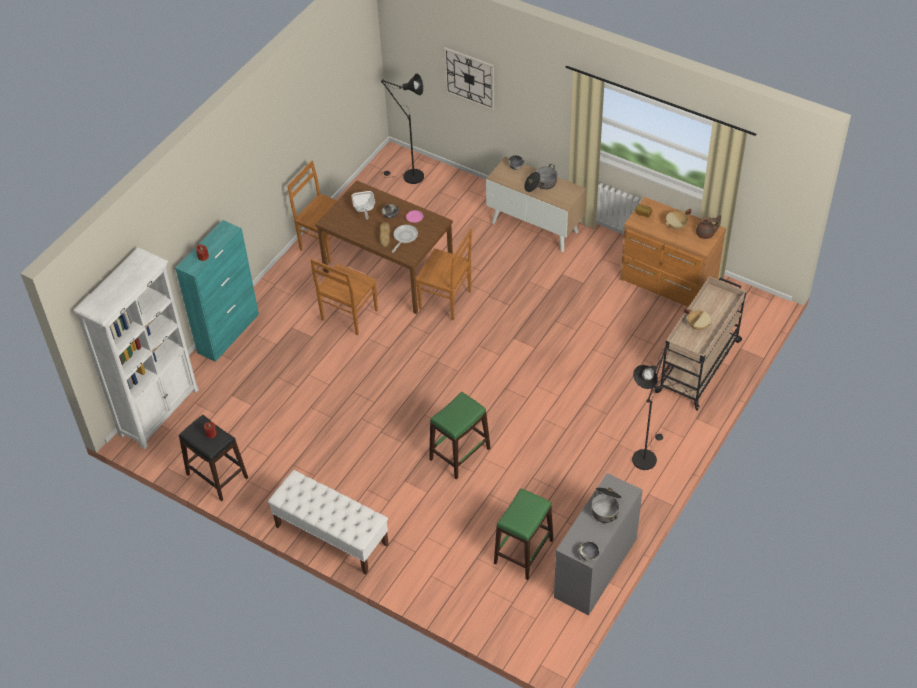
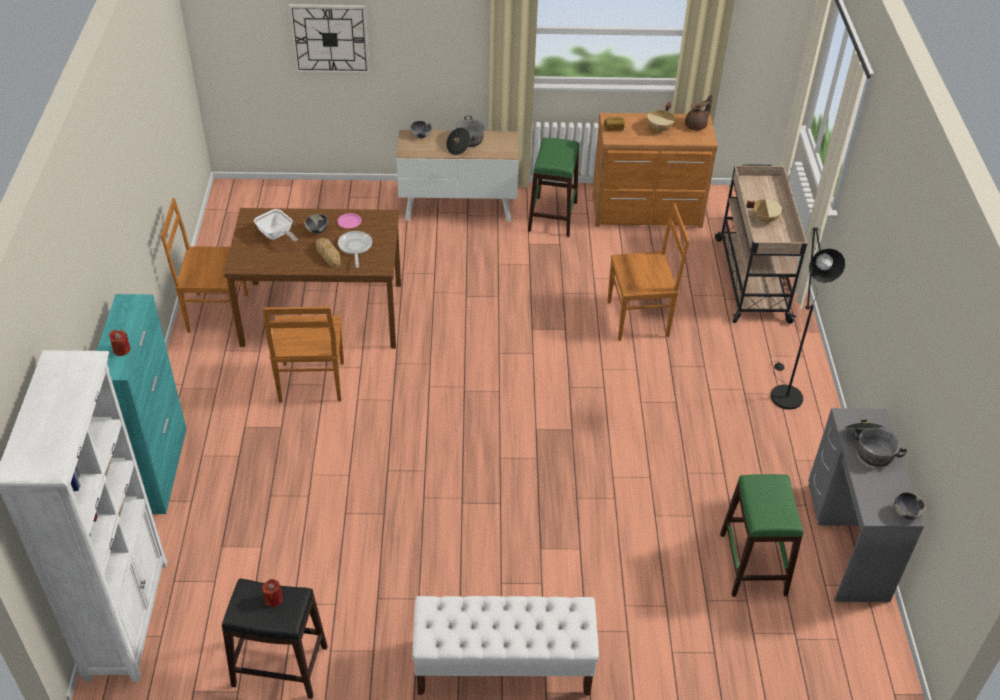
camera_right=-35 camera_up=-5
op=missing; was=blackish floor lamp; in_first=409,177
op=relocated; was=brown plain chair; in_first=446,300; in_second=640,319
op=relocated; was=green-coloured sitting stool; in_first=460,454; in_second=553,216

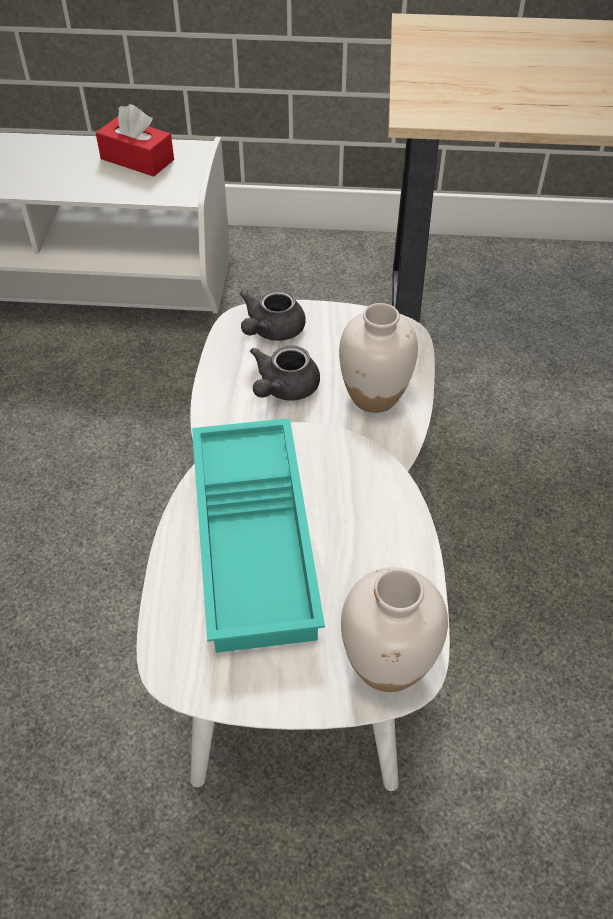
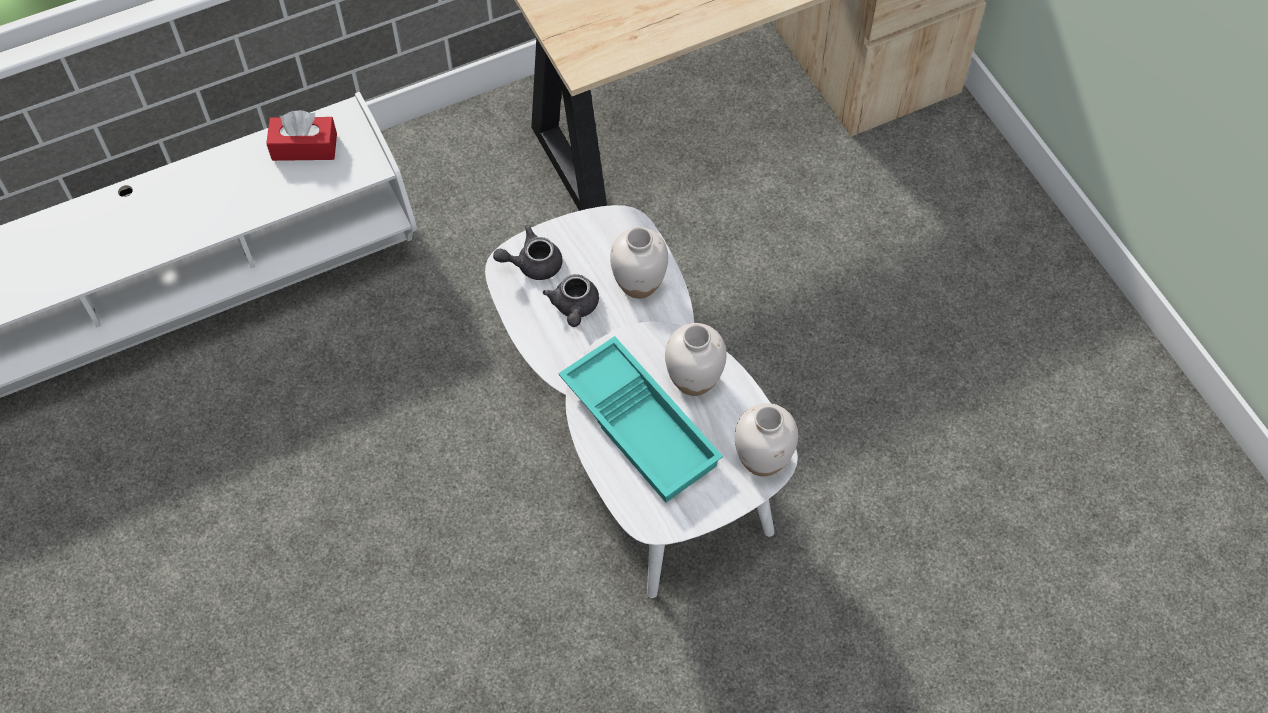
camera_right=-30 camera_up=10
op=spun; was=grey teapot; in_first=271,331; in_second=532,264; clockwise=75
op=appeared; now=whitish flower vase; in_second=693,380

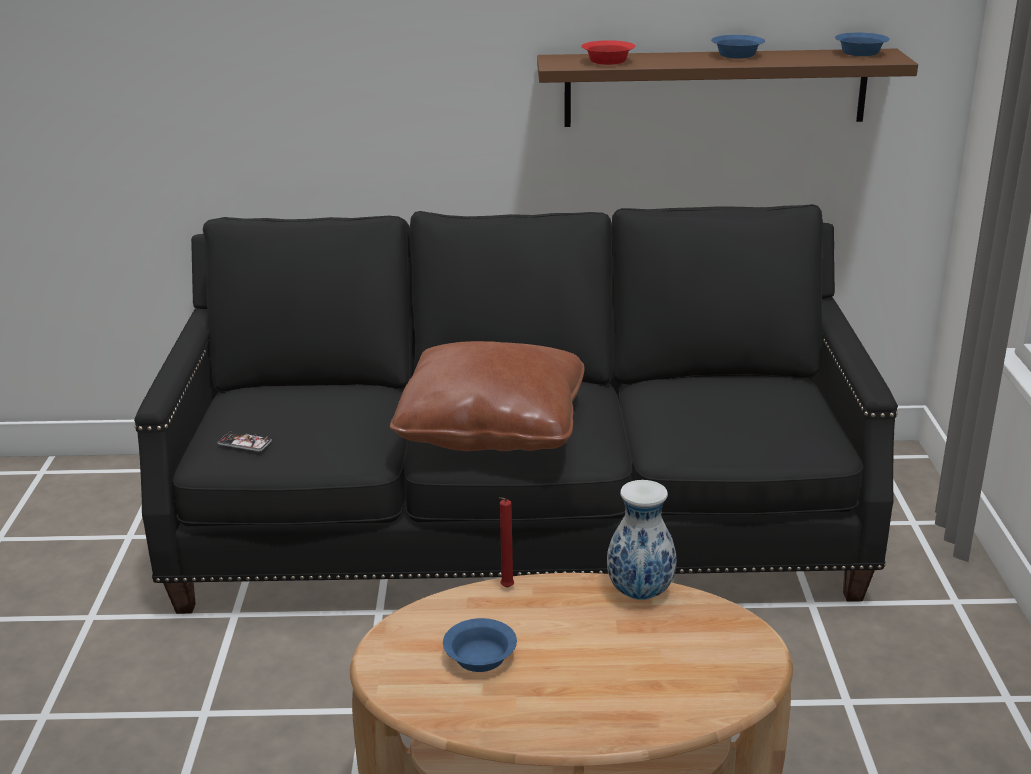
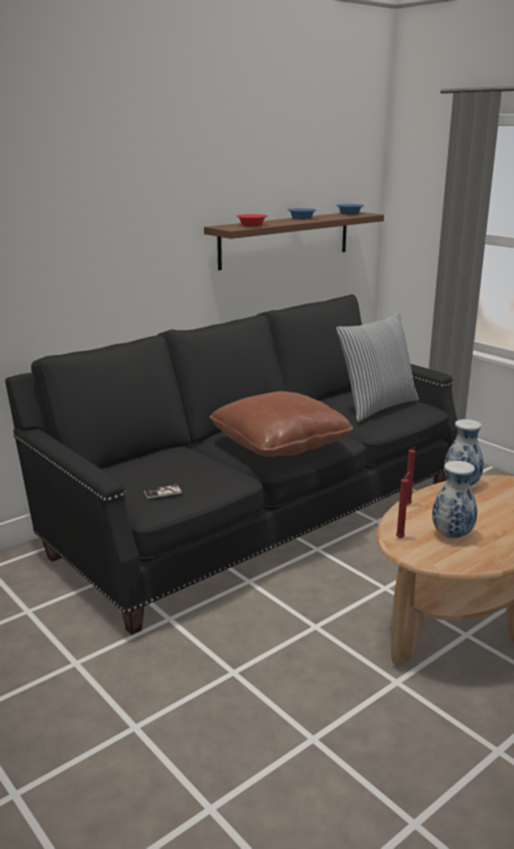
camera_right=-40 camera_up=-5
op=exchanged; was=bluish deep dish; now=flower vase; in_first=481,657; in_second=451,534
op=appeared; now=cushion; in_second=376,406
op=appeared; now=red-coloured wax candle; in_second=401,538

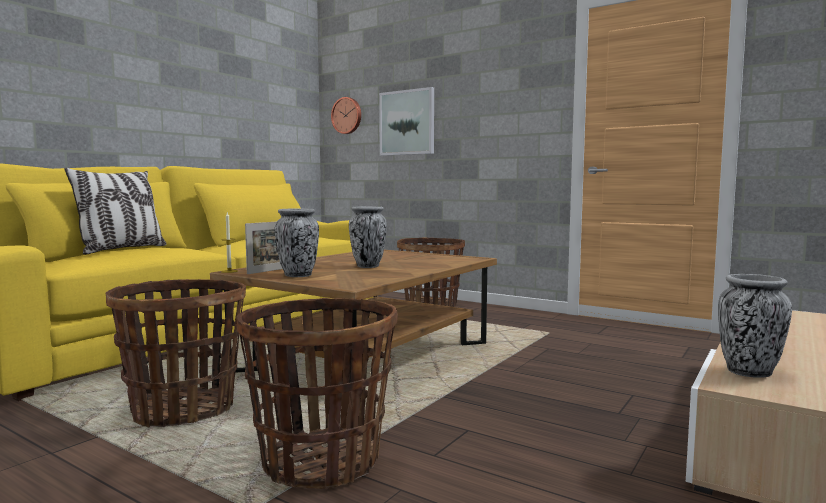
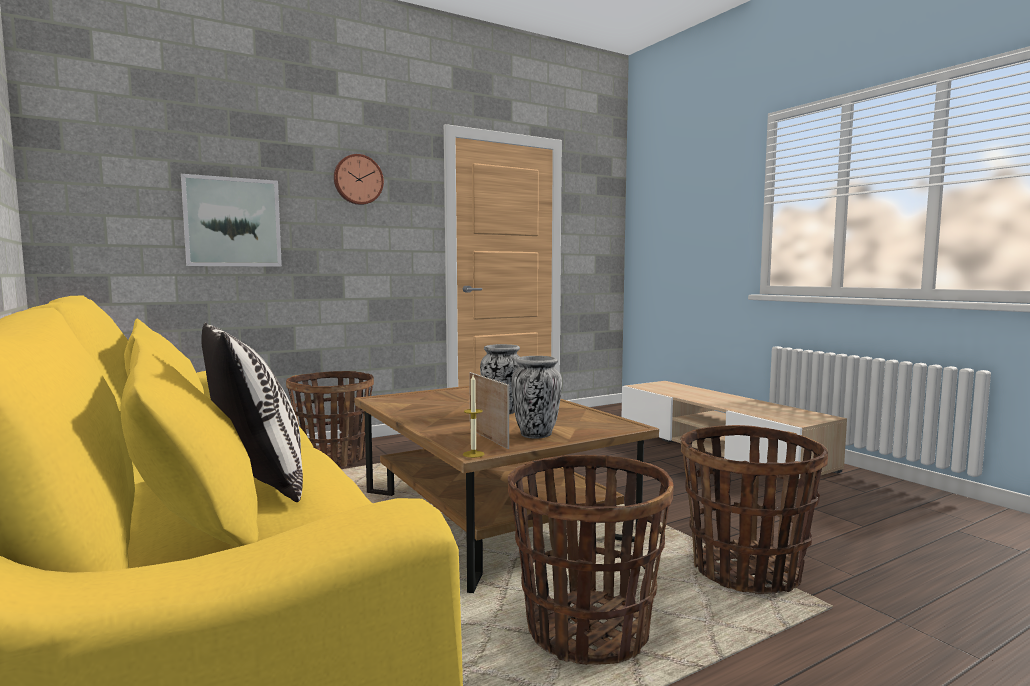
camera_right=-65 camera_up=0
op=relocated; was=clock on the wall; in_first=347,115; in_second=358,180
op=missing; was=flower vase; in_first=749,372

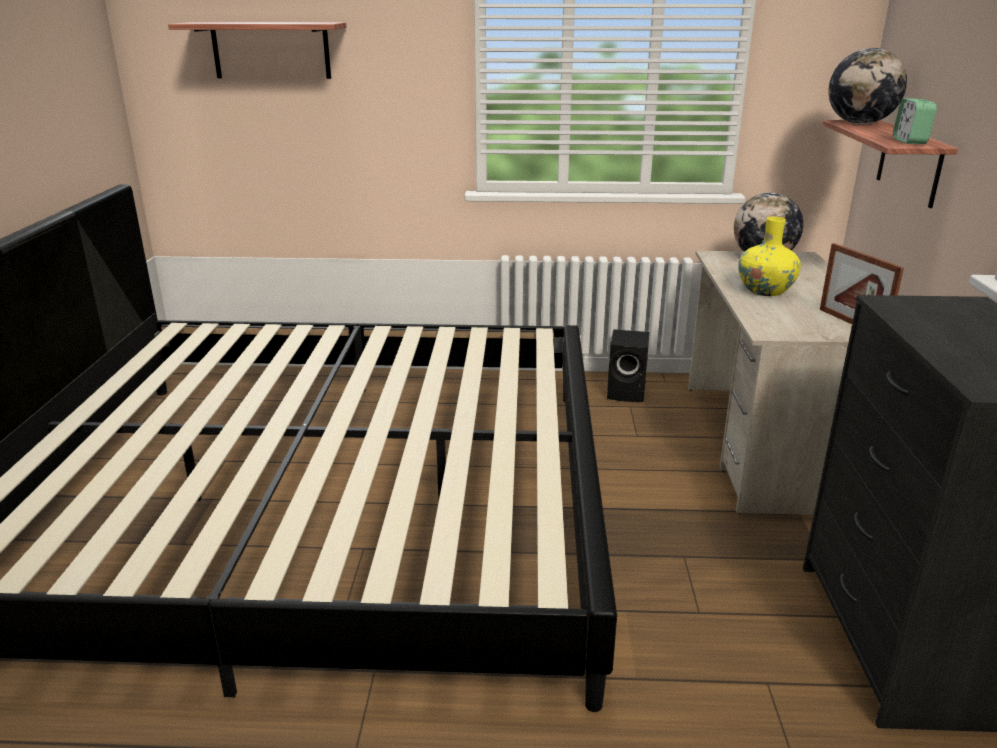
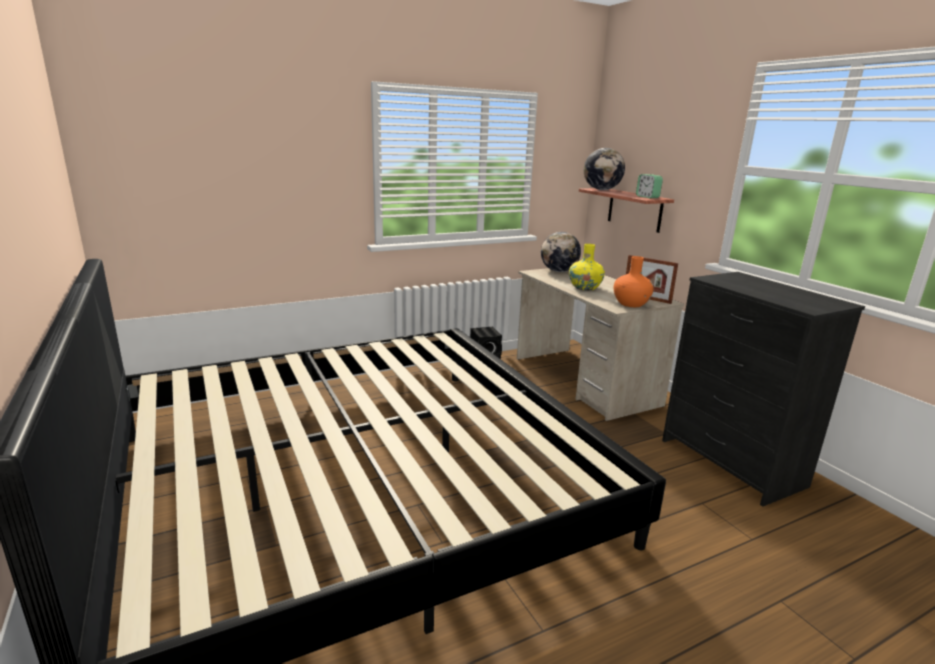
camera_right=-30 camera_up=-5
op=missing; was=bracket shelf; in_first=271,50
op=appeared; now=orange flower vase; in_second=630,304

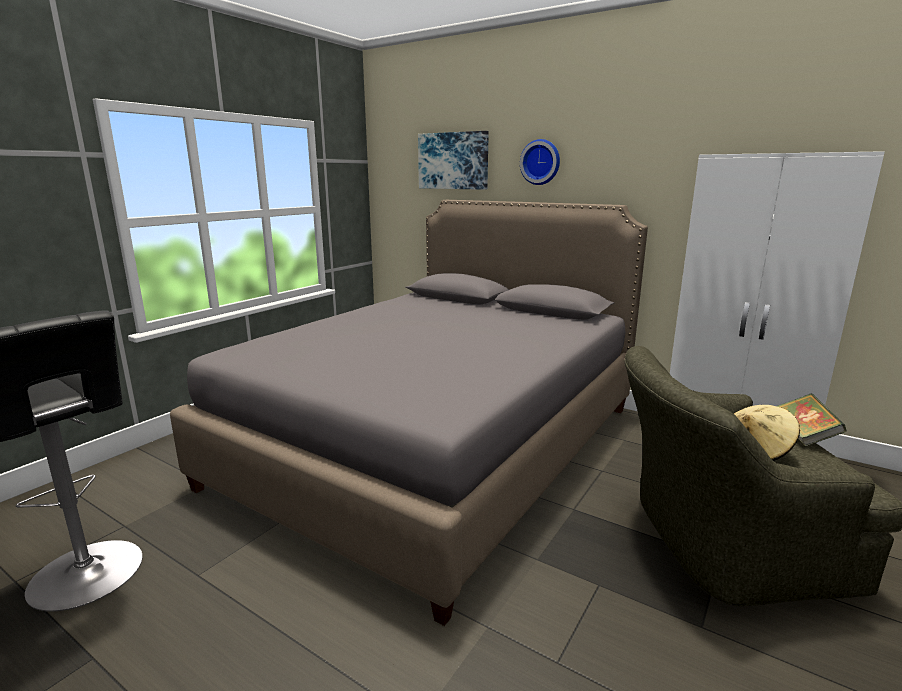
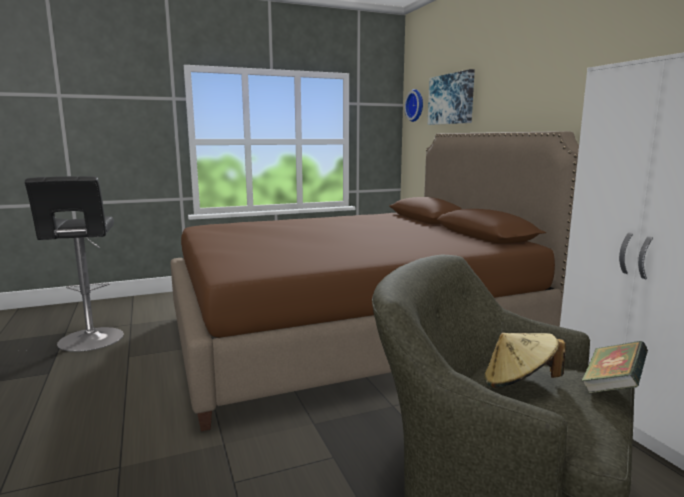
camera_right=35 camera_up=-5
op=relocated; was=clock on the wall; in_first=541,162; in_second=416,105
op=colour; was=grey sleeping bed; now=brown sleeping bed; in_first=437,444; in_second=352,334

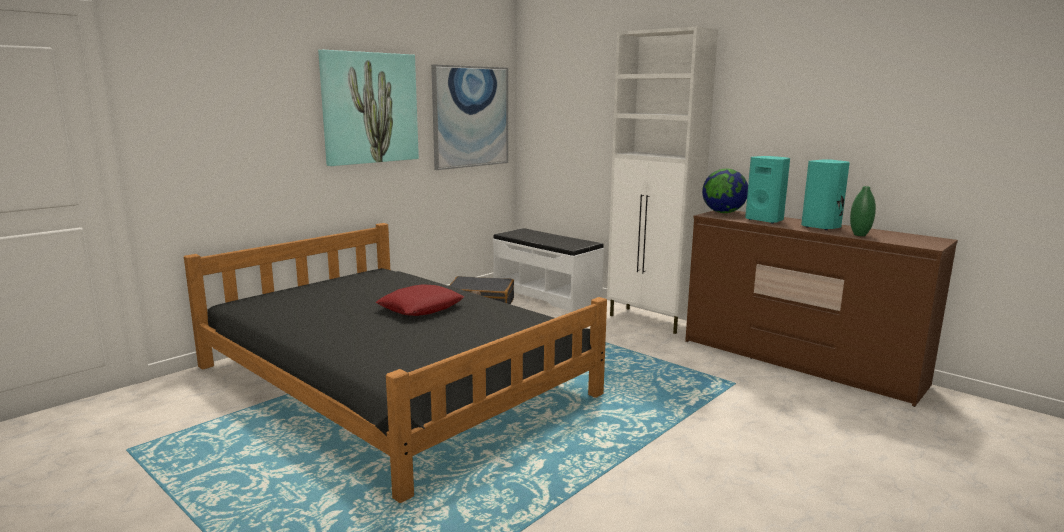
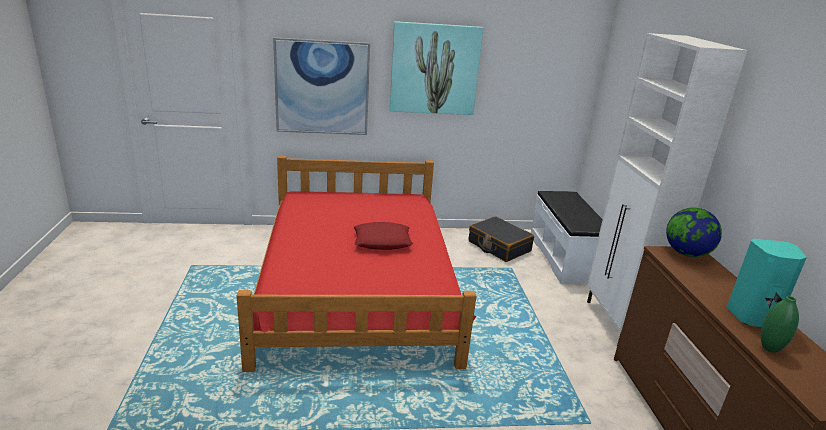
camera_right=40 camera_up=10
op=relocated; was=picture; in_first=471,117; in_second=322,87
op=missing; was=turquoise-coloured loudspeaker; in_first=765,220
op=colour; was=blackish sleeping bed; now=red-coloured sleeping bed; in_first=394,380; in_second=356,284

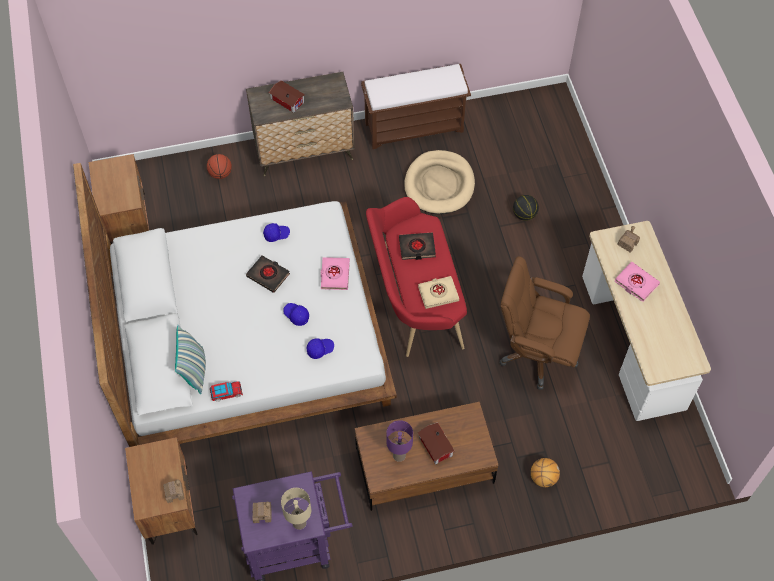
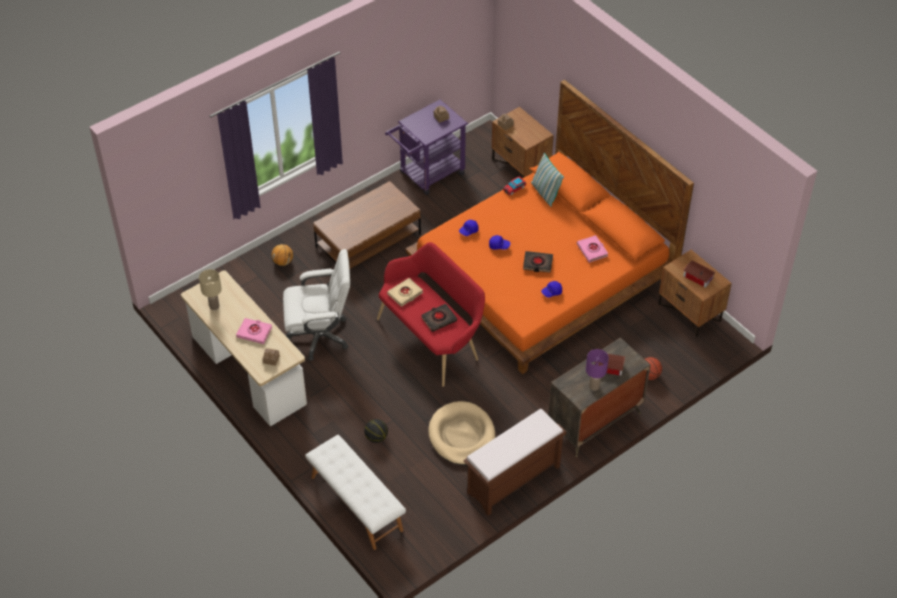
camera_right=155 camera_up=-10
op=colour; was=whitish sleeping bed; now=orange sleeping bed; in_first=248,334; in_second=541,273
op=colour; was=brown desk chair; now=whitish desk chair; in_first=536,354; in_second=320,335
op=relocated; was=pink-coloured volume; in_first=334,275; in_second=592,250
op=relocated; was=purple-coloured lamp for a table; in_first=399,456; in_second=594,386
op=relocated; was=miniature house; in_first=435,447; in_second=697,276
op=relocated; was=beige lamp for a table; in_first=299,523; in_second=214,306
op=appeared; now=whitish long seat; in_second=356,503

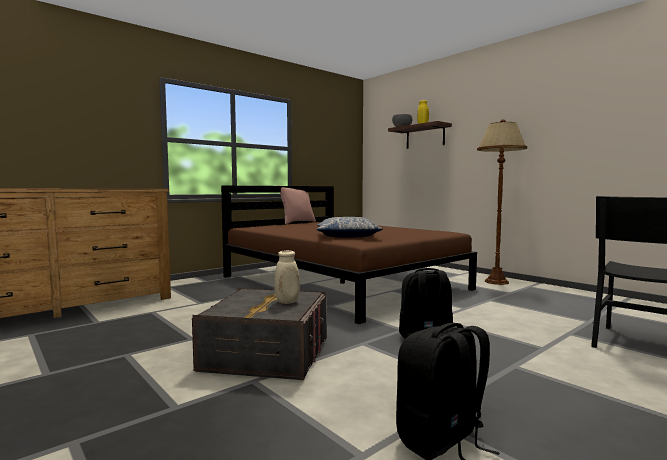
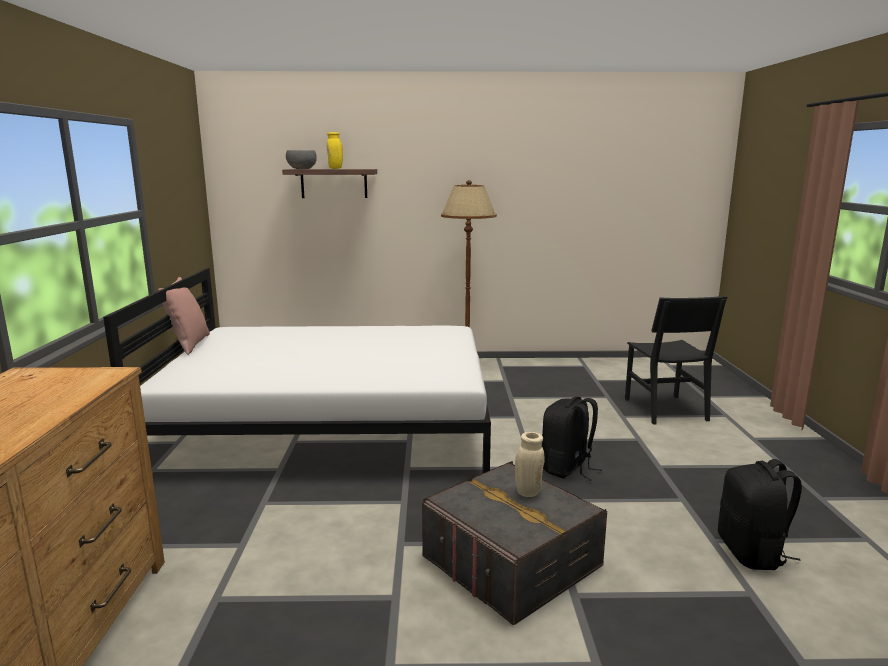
camera_right=-50 camera_up=10
op=colour; was=brown sleeping bed; now=whitish sleeping bed; in_first=341,282; in_second=330,425
op=missing; was=cushion; in_first=347,236

